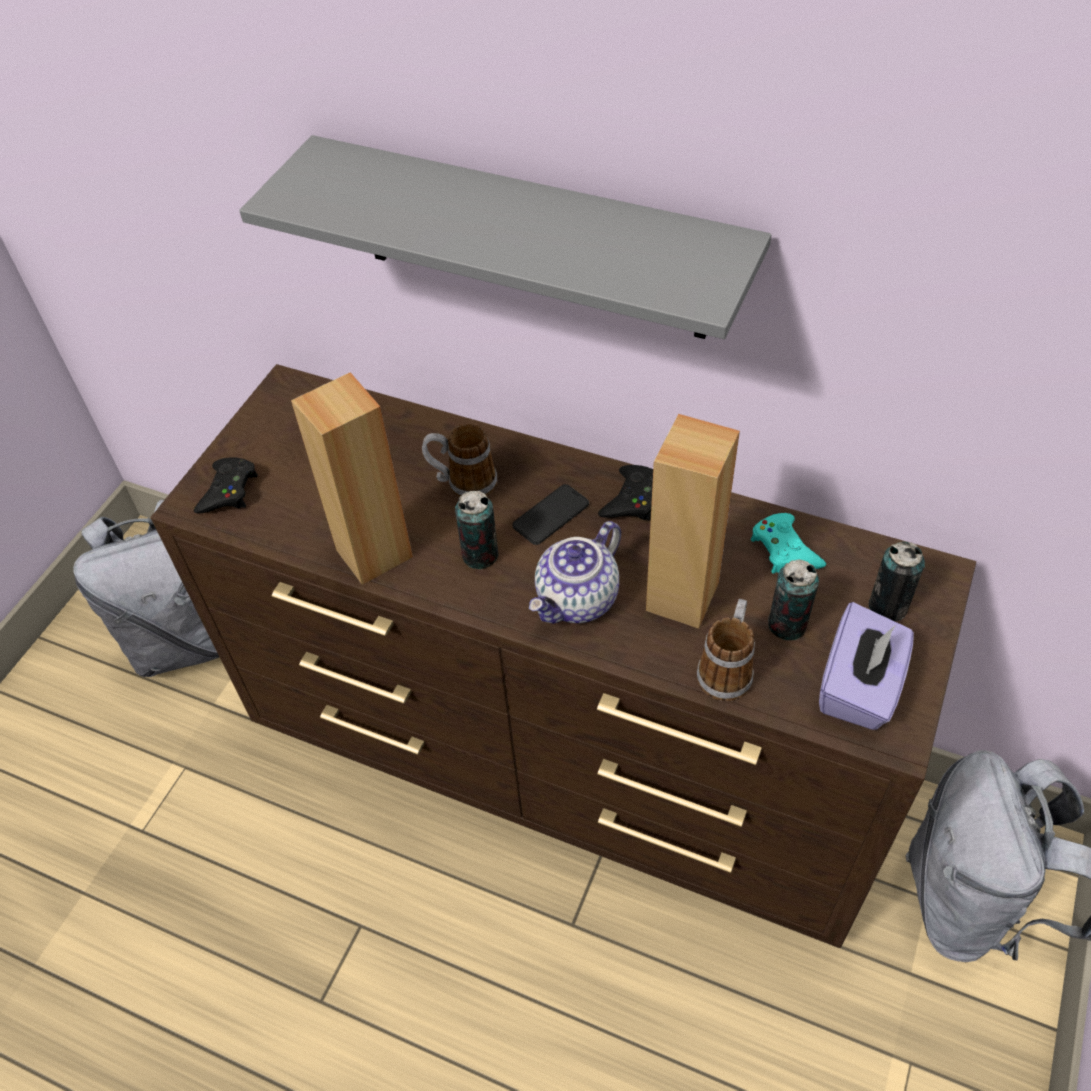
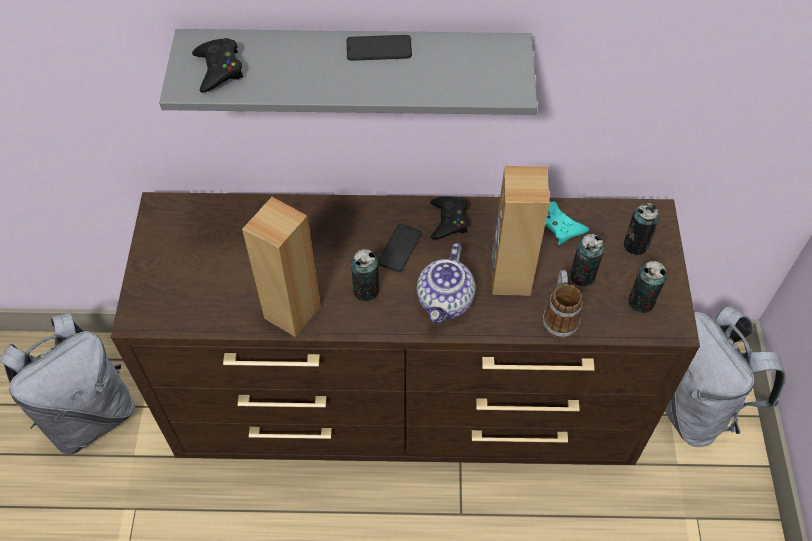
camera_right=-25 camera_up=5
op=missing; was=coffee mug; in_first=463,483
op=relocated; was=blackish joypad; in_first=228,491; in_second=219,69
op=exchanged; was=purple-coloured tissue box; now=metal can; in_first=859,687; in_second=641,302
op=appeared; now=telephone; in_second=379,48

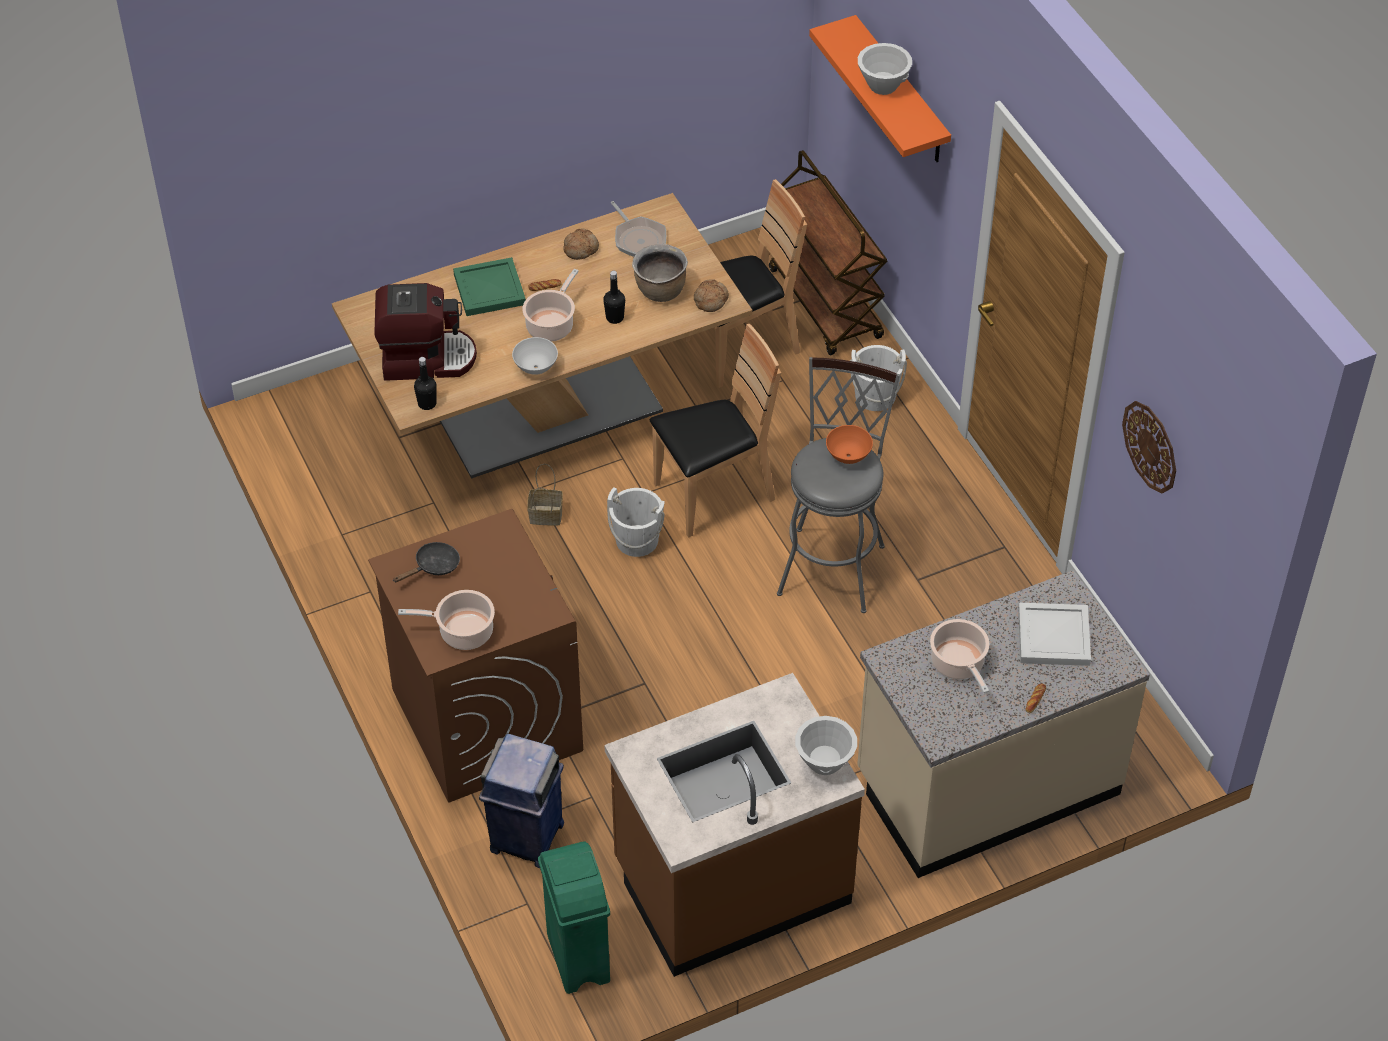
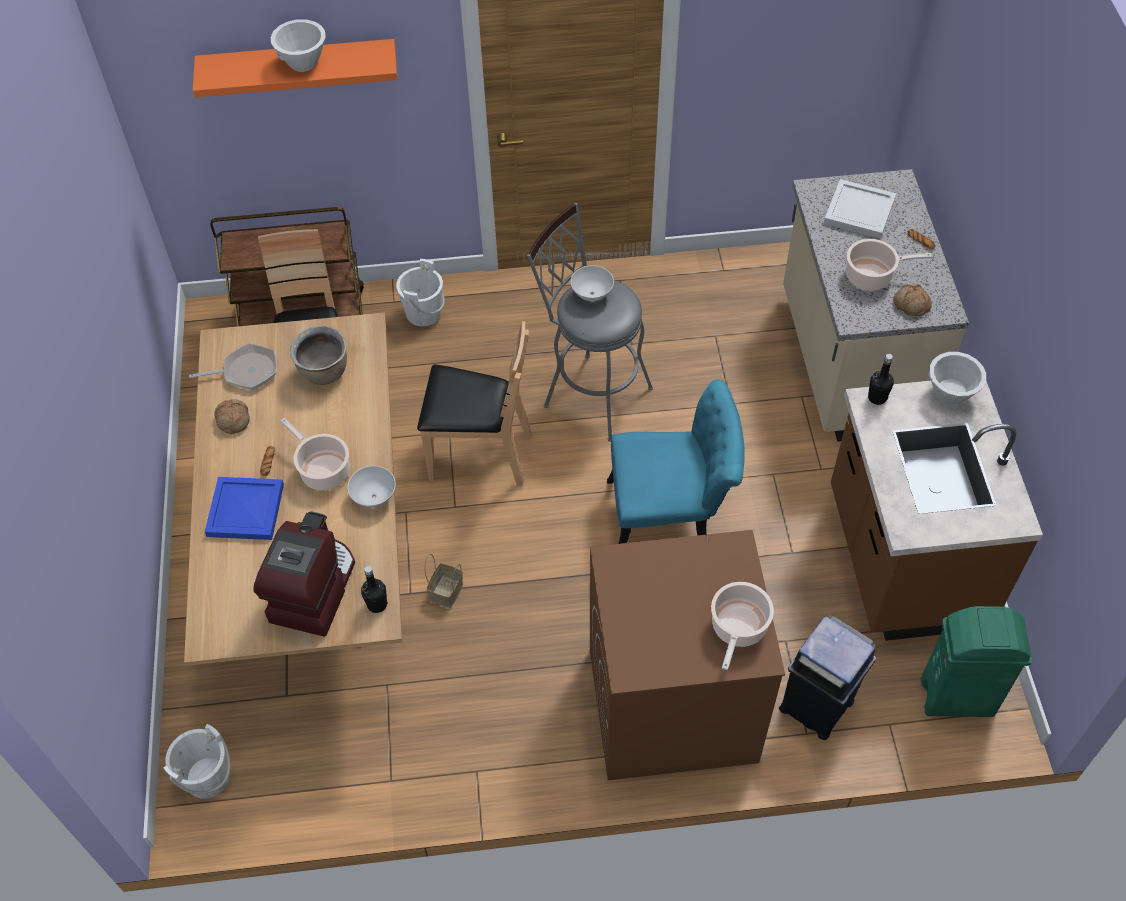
camera_right=-70 camera_up=5
op=colour; was=green-coloured tray; now=bluish tray; in_first=488,289; in_second=244,511
op=relocated; was=blackish drink bottle; in_first=614,317; in_second=877,397
op=relocated; was=bread; in_first=710,300; in_second=911,305
op=spun; was=brown plain chair; in_first=713,494; in_second=479,455; clockwise=105
op=missing; was=clock on the wall; in_first=1150,446
op=colour; was=orange deep dish; now=whitish deep dish; in_first=847,456; in_second=592,295
op=relocated; was=whitish bucket; in_first=637,540; in_second=207,777
op=missing; was=blackish frying pan; in_first=433,566
op=appeared; now=turquoise-coloured plain chair; in_second=671,517

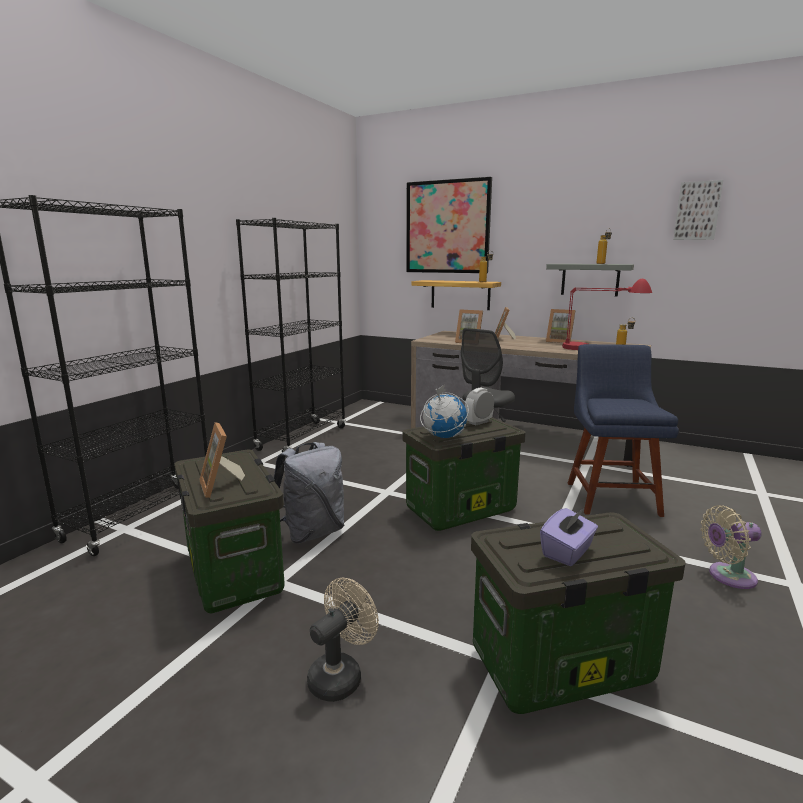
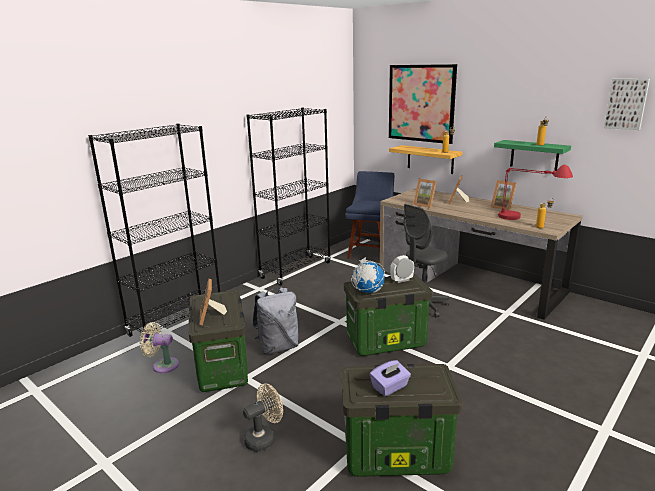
camera_right=15 camera_up=5
op=colour; was=grey bracket shelf; now=green-coloured bracket shelf; in_first=590,279; in_second=534,155
op=relocated; was=bluish plain chair; in_first=610,496; in_second=371,252
op=relocated; was=beige electric fan; in_first=727,576; in_second=163,365

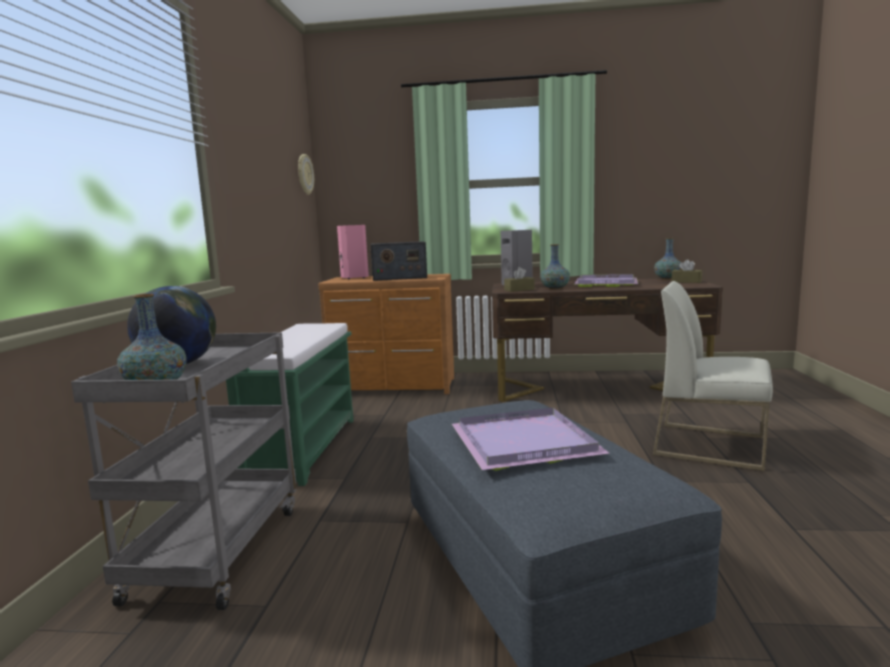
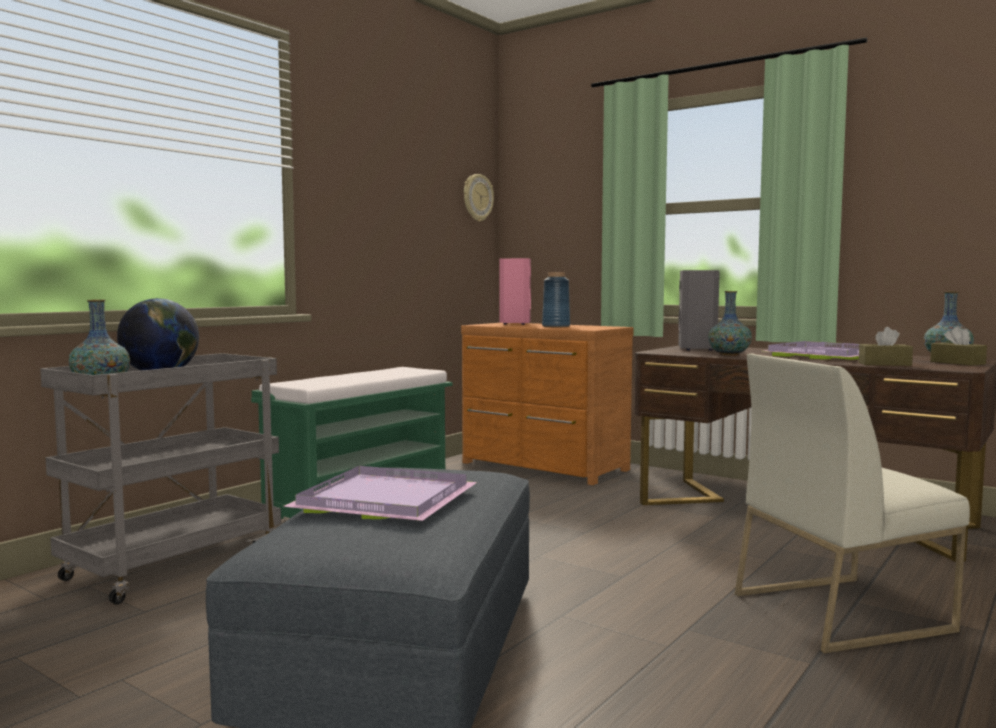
camera_right=30 camera_up=-5
op=exchanged; was=radio; now=bluish flower vase; in_first=399,278; in_second=556,326
op=relocated; was=brown tissue box; in_first=519,290; in_second=884,364
op=spun; was=whitish plain chair; in_first=710,445; in_second=840,611; clockwise=-75

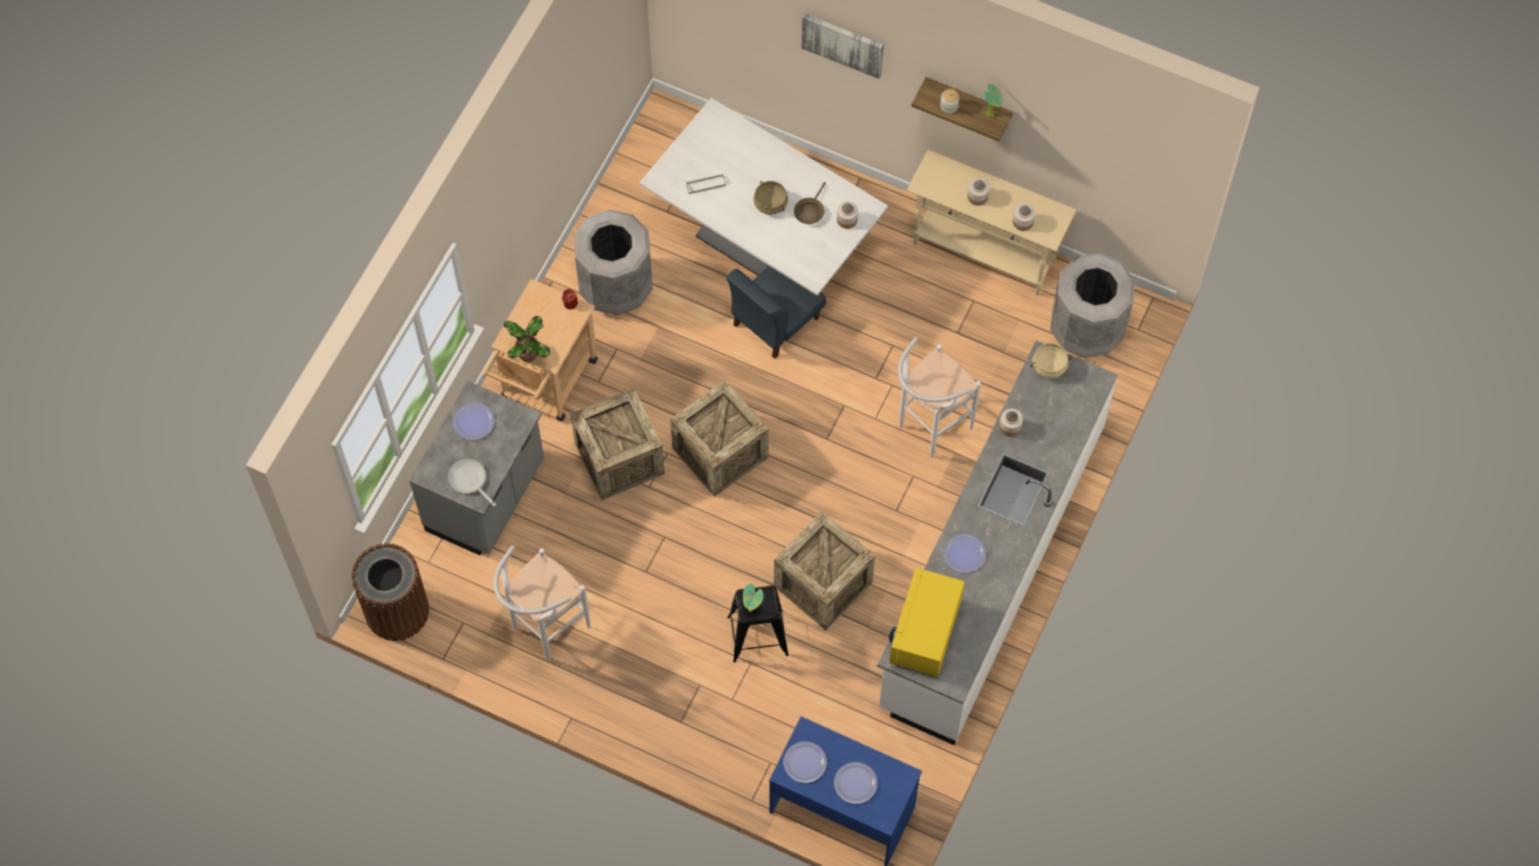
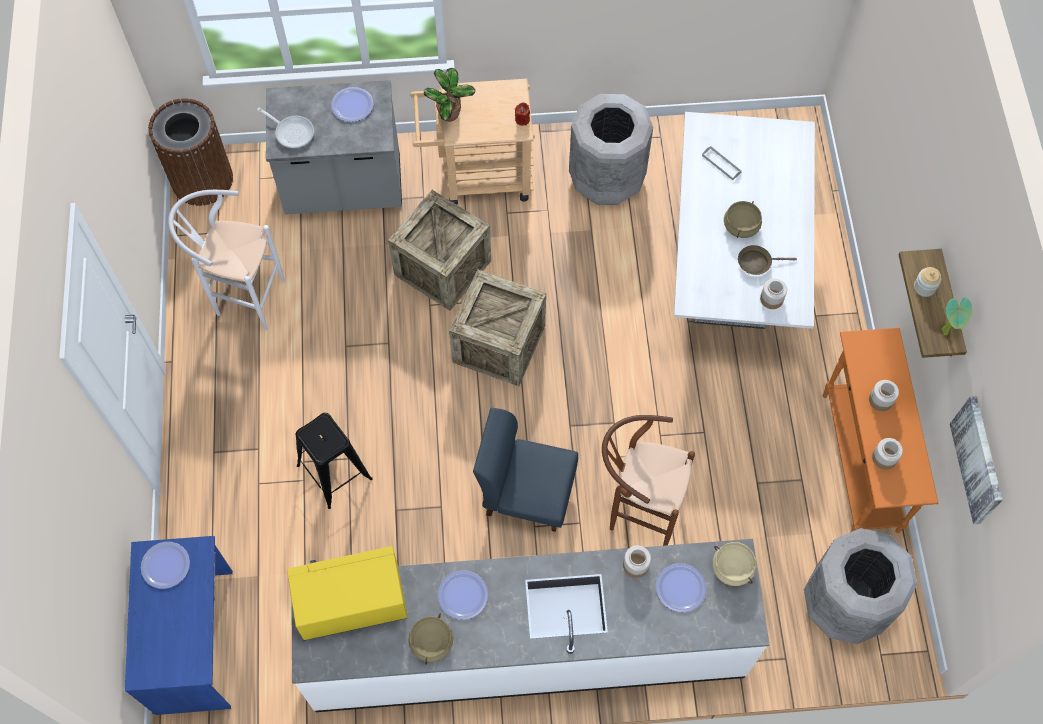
camera_right=60 camera_up=0
op=relocated; was=picture; in_first=843,44; in_second=978,460
op=colour; was=beige hall table; now=orange hall table; in_first=984,253; in_second=859,462
op=relocated; was=bluish plain chair; in_first=775,321; in_second=526,493
op=colour; was=whitish sitting stool; now=brown sitting stool; in_first=929,430; in_second=637,511
op=spun; was=frying pan; in_first=469,481; in_second=292,132; clockwise=105
op=missing; was=shipping crate; in_first=823,584
op=missing; was=houseplant; in_first=752,610
op=relocated; was=plate; in_first=855,783; in_second=680,588
op=appeared; now=beige saucepot; in_second=431,642

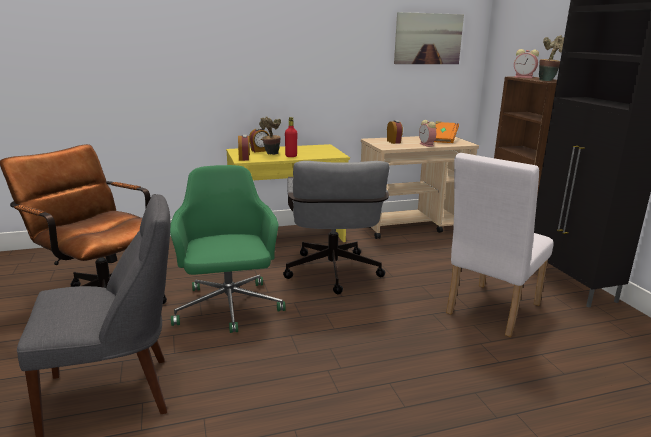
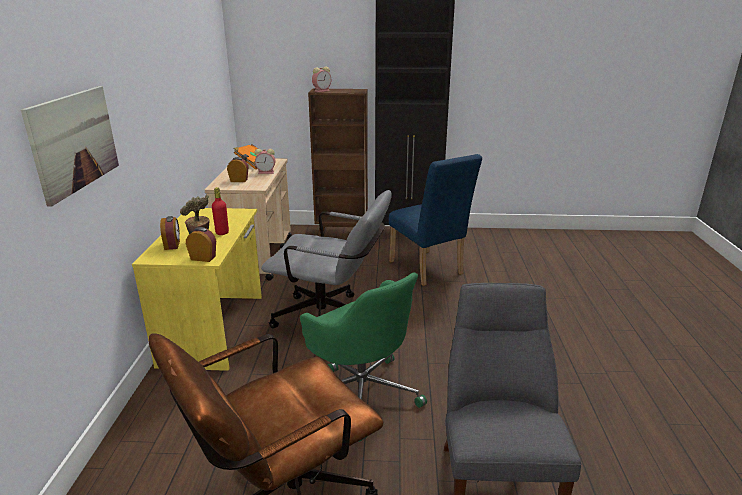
camera_right=-70 camera_up=5
op=relocated; was=picture; in_first=428,39; in_second=74,141
op=missing; was=houseplant; in_first=547,80
op=colour; was=whitish plain chair; now=bluish plain chair; in_first=489,311; in_second=428,270
op=spun; was=green-coloured desk chair; in_first=228,308; in_second=361,393; clockwise=-135

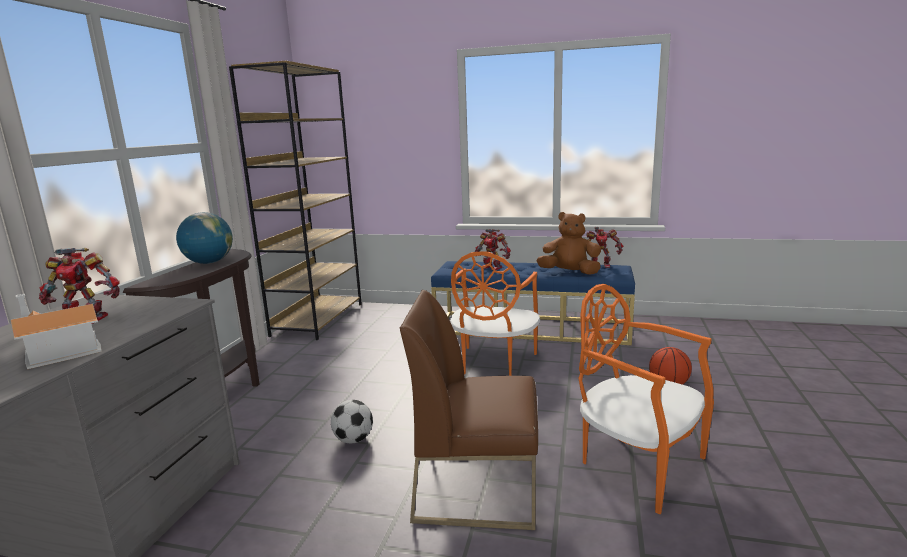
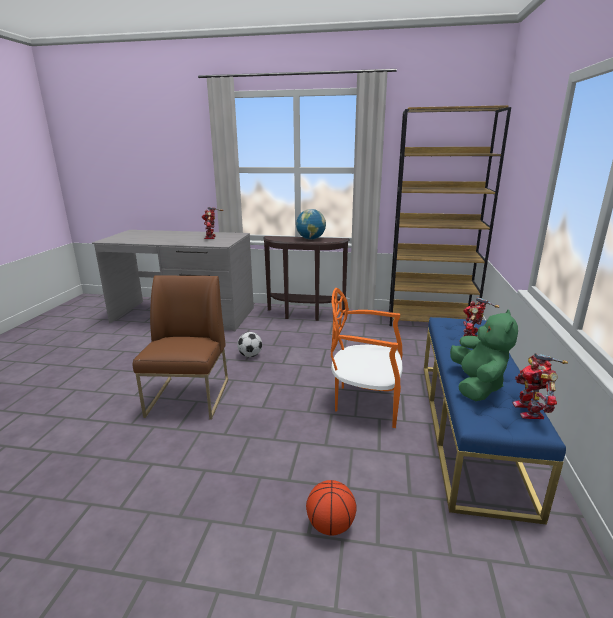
camera_right=85 camera_up=5
op=colour; was=brown cuddly toy; now=green-coloured cuddly toy; in_first=569,273; in_second=476,385
op=missing; was=orange plain chair; in_first=637,464
op=missing; was=miniature house; in_first=56,352

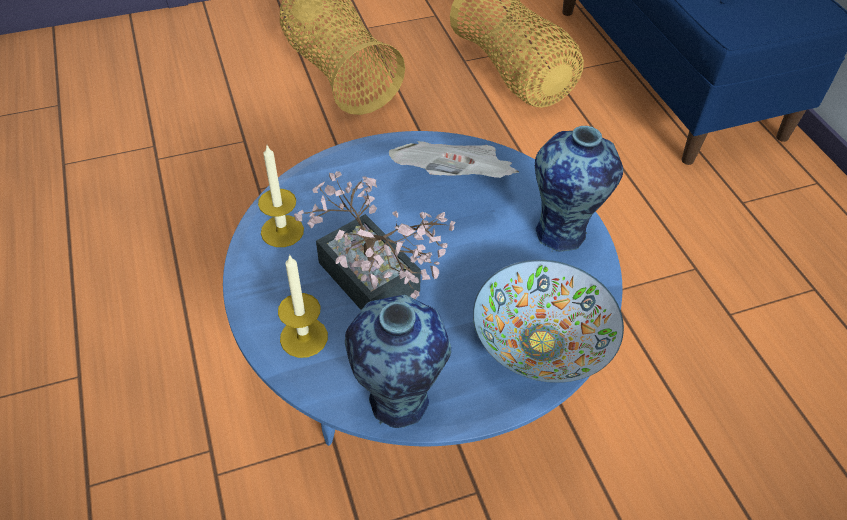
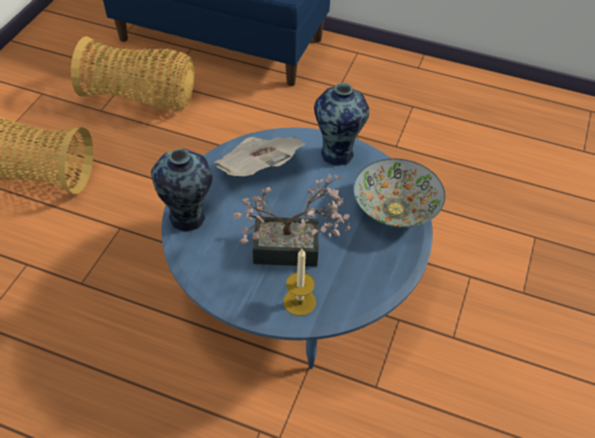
camera_right=-50 camera_up=0
op=missing; was=wax candle; in_first=282,231
op=relocated; was=flower vase; in_first=397,404; in_second=188,219

